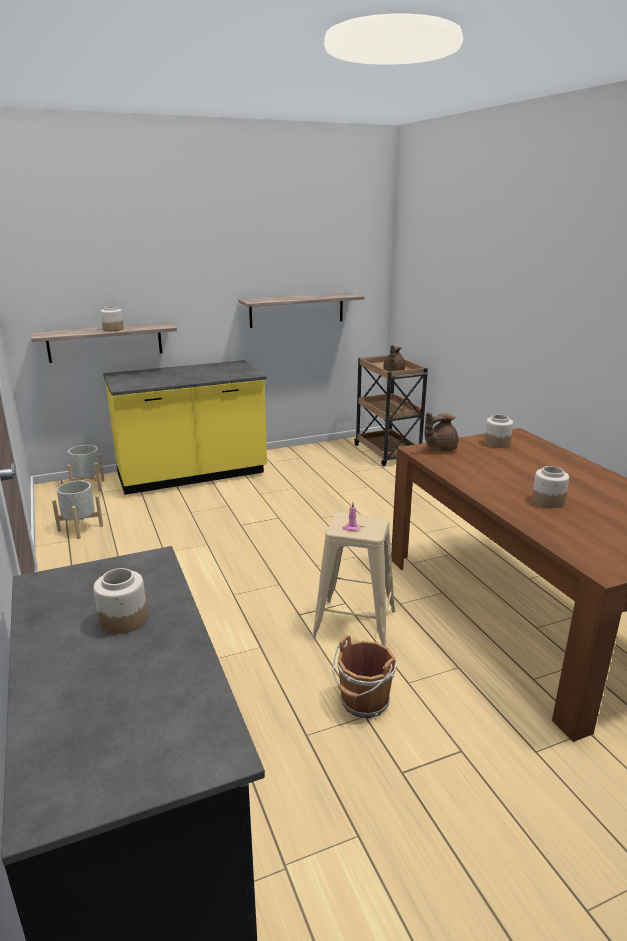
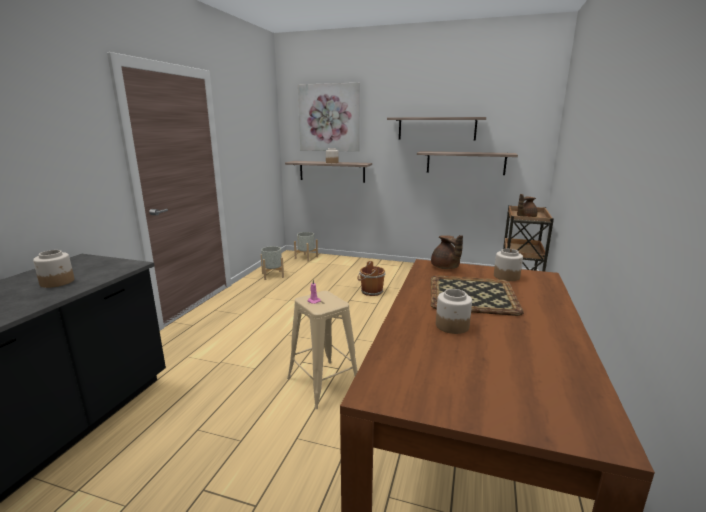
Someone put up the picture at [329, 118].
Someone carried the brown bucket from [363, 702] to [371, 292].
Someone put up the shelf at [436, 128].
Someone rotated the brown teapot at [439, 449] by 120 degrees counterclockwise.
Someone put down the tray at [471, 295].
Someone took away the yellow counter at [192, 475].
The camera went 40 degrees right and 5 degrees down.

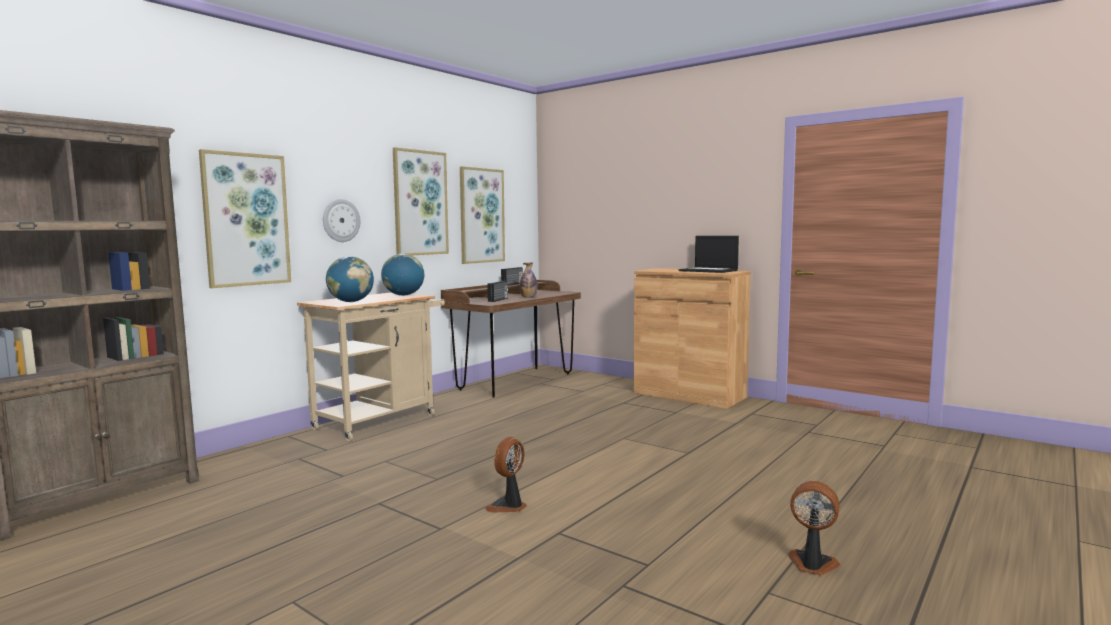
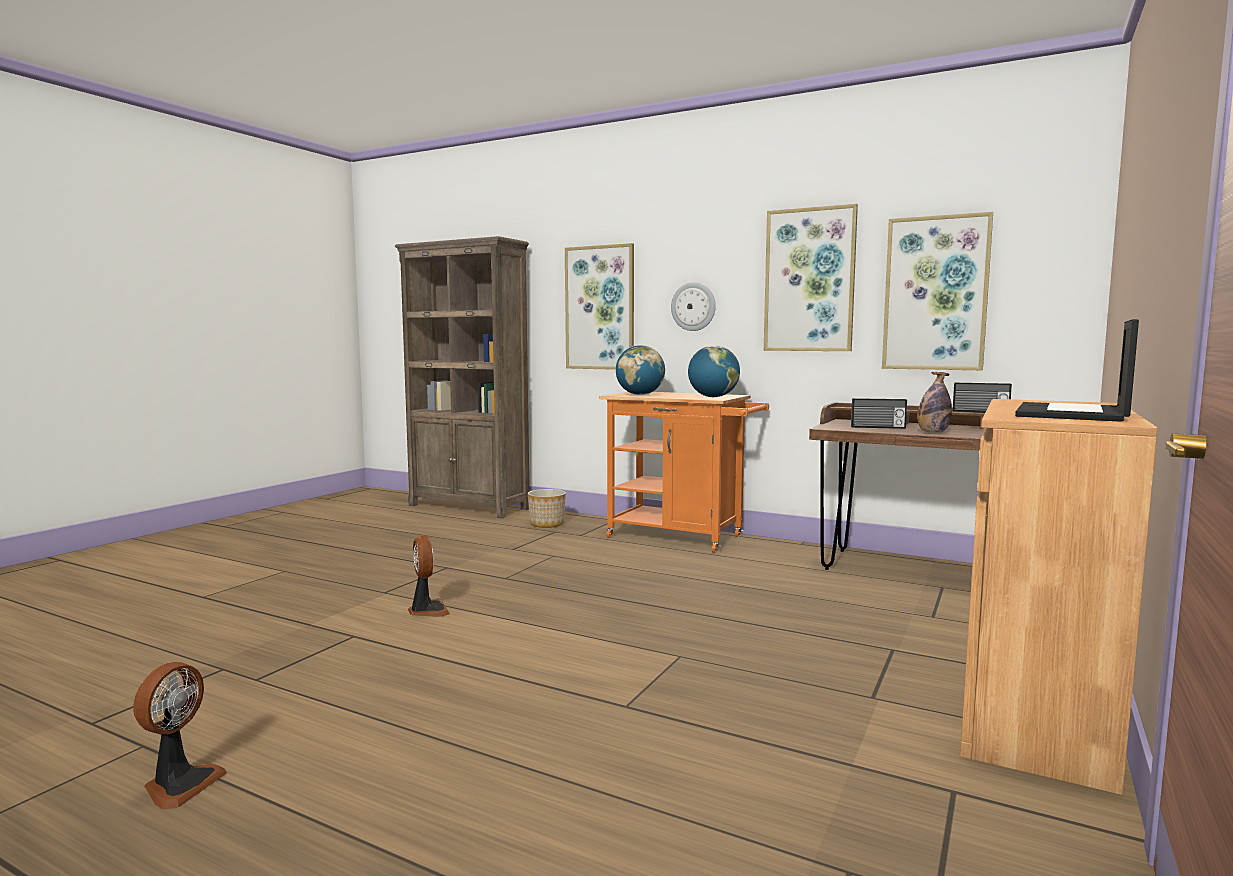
Someone rotated the fan at [508, 506] by 45 degrees clockwise.
Someone put down the planter at [547, 524].
Someone repainted the beige cart at [381, 420], which became the orange cart at [683, 538].
The camera went 80 degrees right and 0 degrees up.

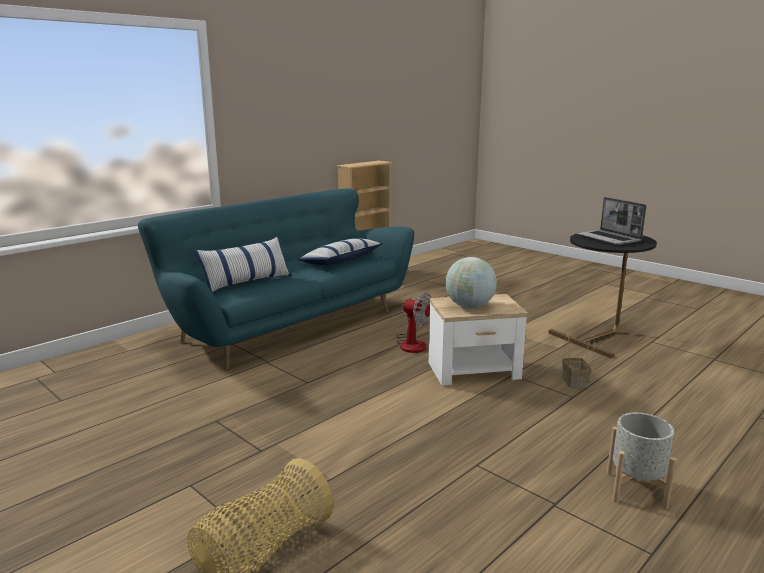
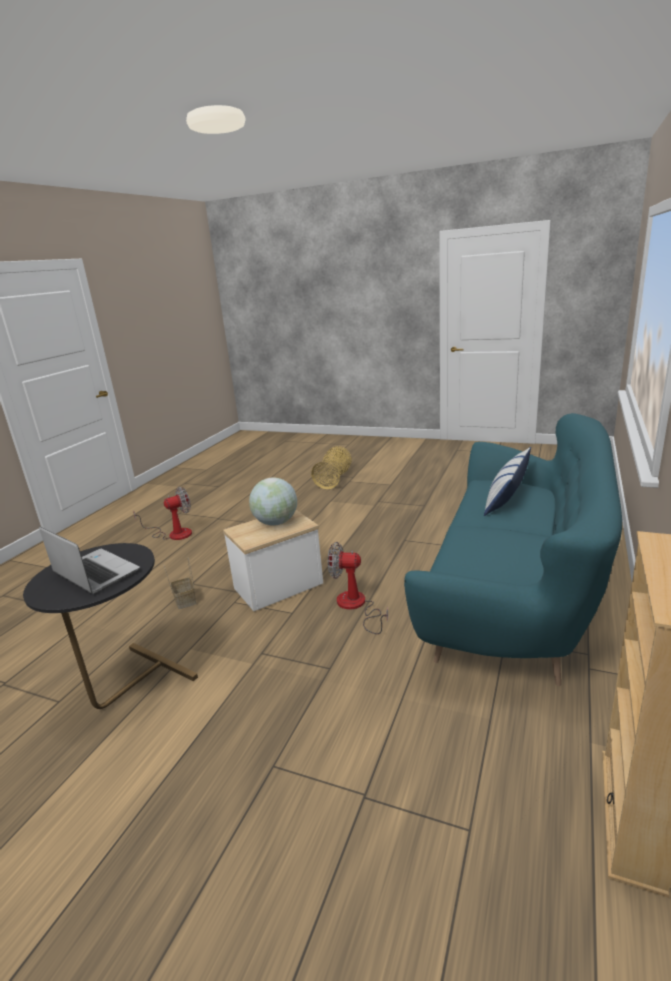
Someone swapped the grey planter at [636, 489] for the fan at [173, 534].
Someone took away the pillow at [341, 261].
The camera went 160 degrees right and 5 degrees up.

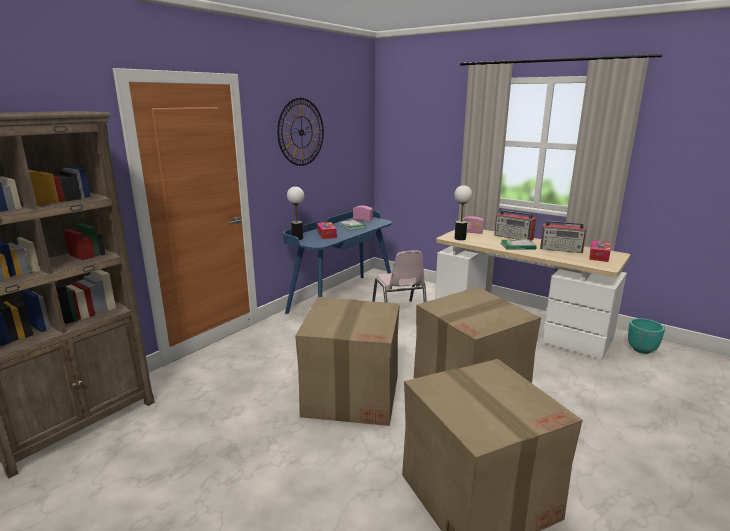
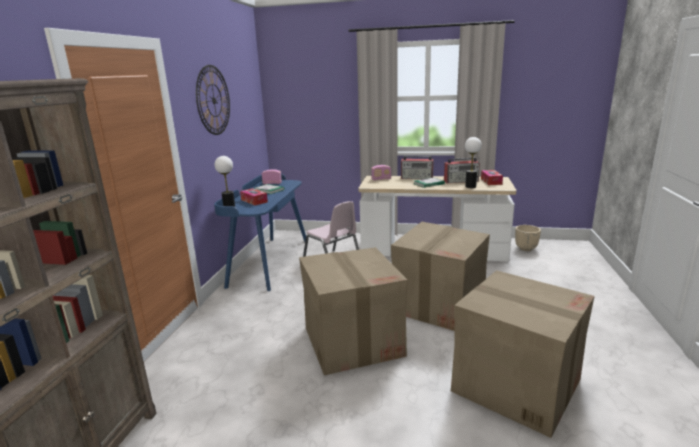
Someone carried the table lamp from [460, 238] to [470, 186].
Someone repainted the turquoise planter at [642, 350], which became the beige planter at [526, 249].
The camera went 25 degrees left and 0 degrees up.

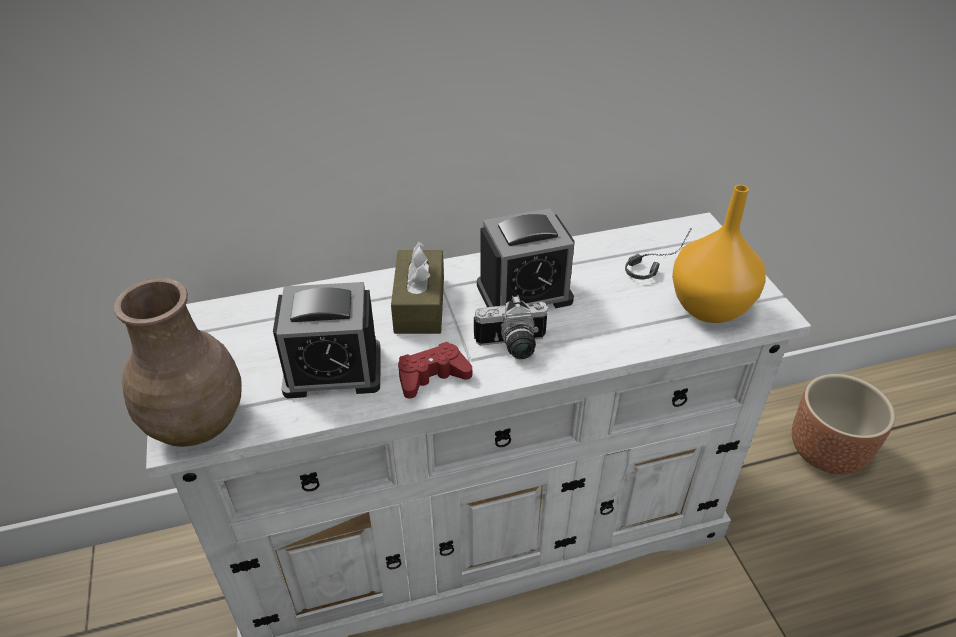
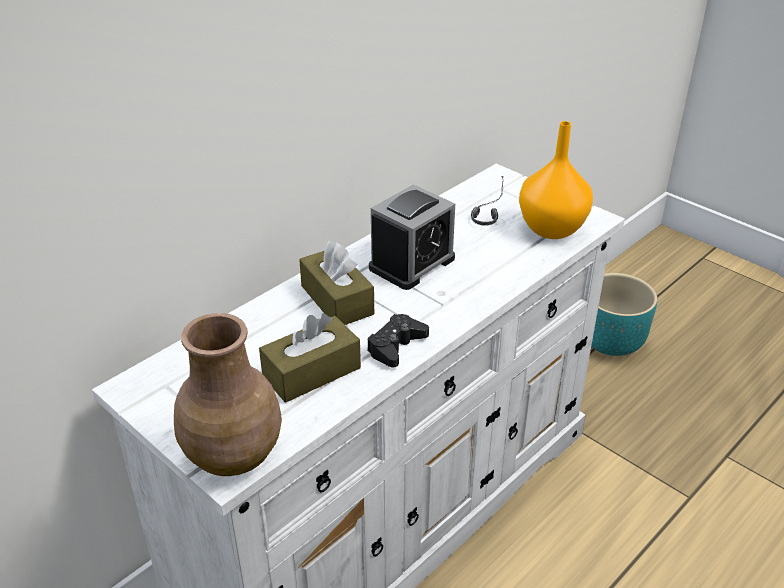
Someone swapped the alarm clock at [333, 370] for the brown tissue box at [311, 372].
Someone repainted the red game controller at [432, 376], which became the black game controller at [396, 346].
Someone repainted the brown planter at [825, 451], which became the turquoise planter at [610, 341].
Someone took away the photo camera at [512, 346].
The camera went 30 degrees left and 5 degrees down.

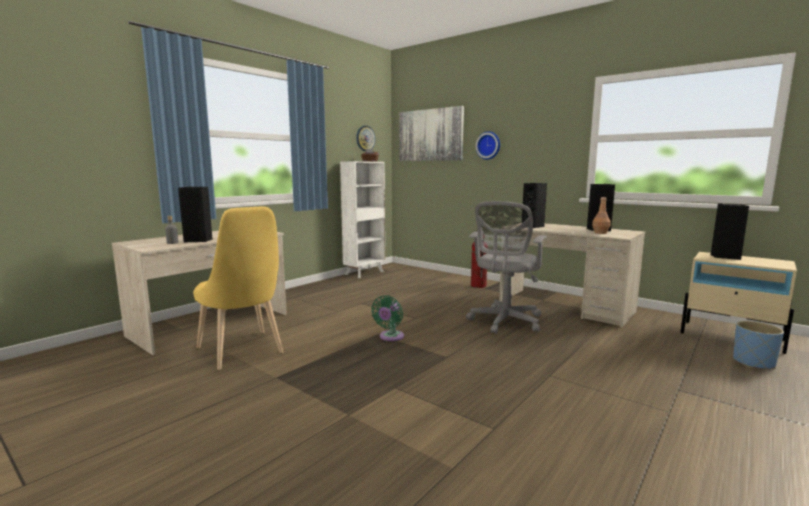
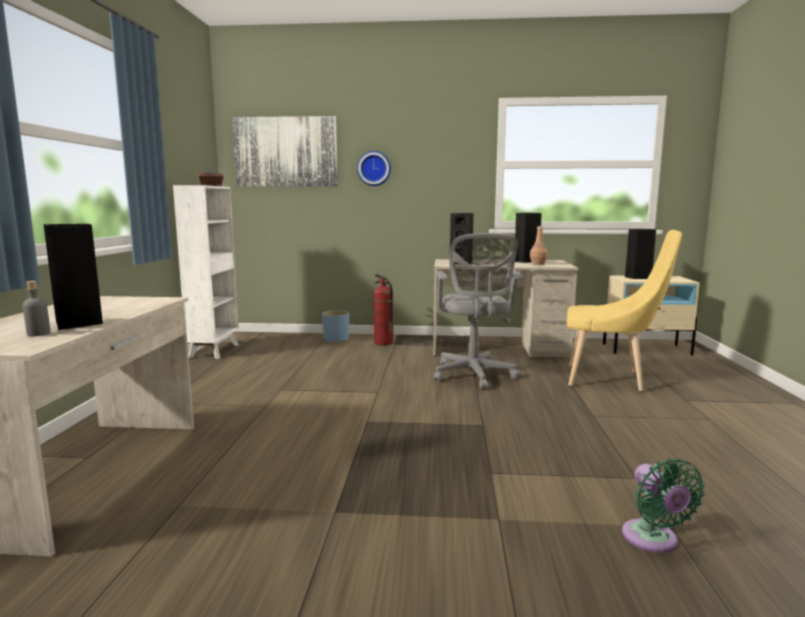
Someone carried the blue planter from [753, 362] to [336, 340].
Someone carried the yellow chair from [243, 352] to [610, 379].
Someone carried the green fan from [390, 337] to [653, 540].
Someone took away the wall clock at [365, 138].
The camera went 35 degrees left and 0 degrees up.

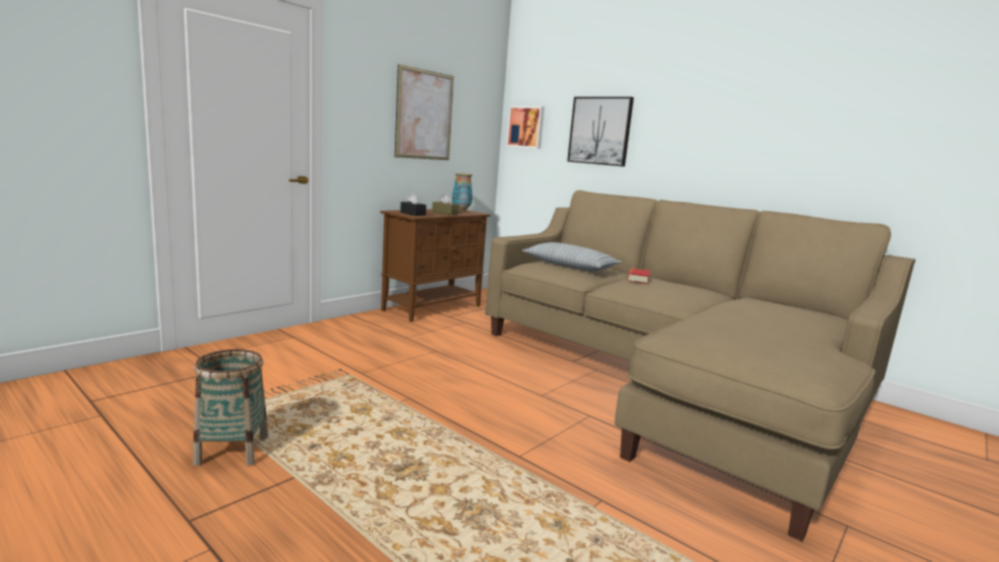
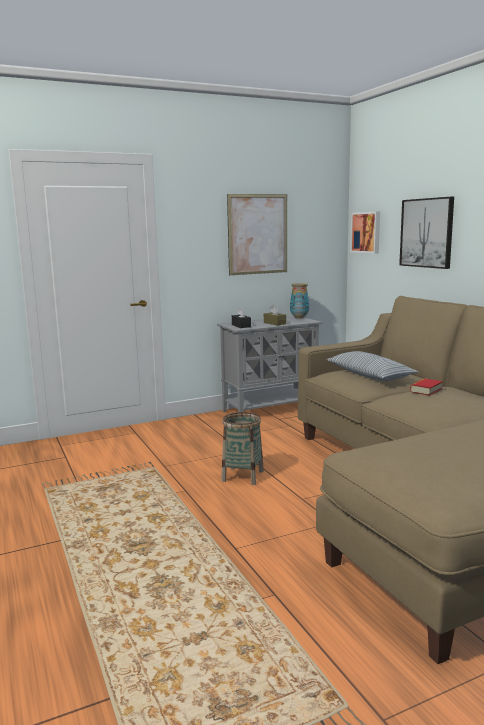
Someone repainted the brown cabinet at [433, 308], which became the grey cabinet at [271, 410].
Someone carried the basket from [232, 450] to [242, 476].
The camera went 25 degrees right and 0 degrees up.

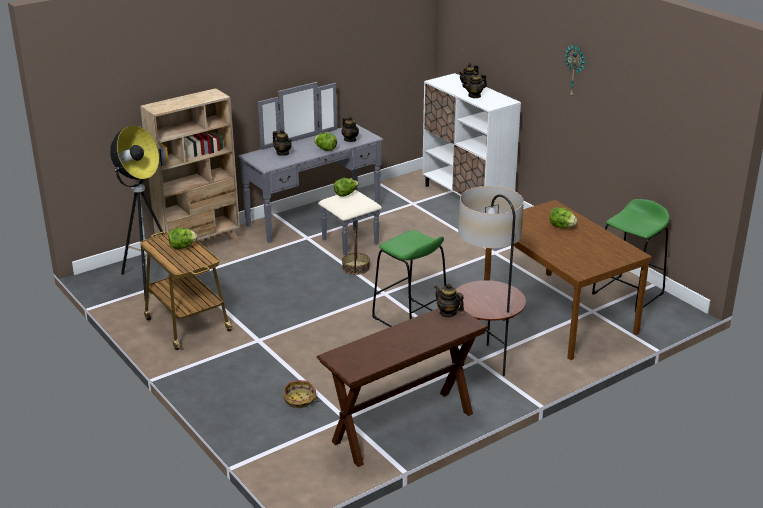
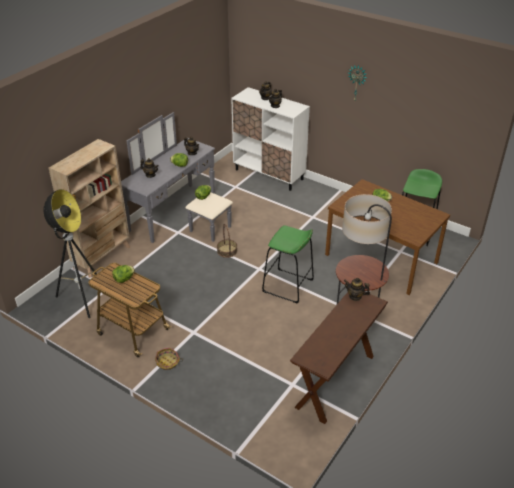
Someone carried the basket from [300, 400] to [168, 362].
The camera went 20 degrees left and 10 degrees up.

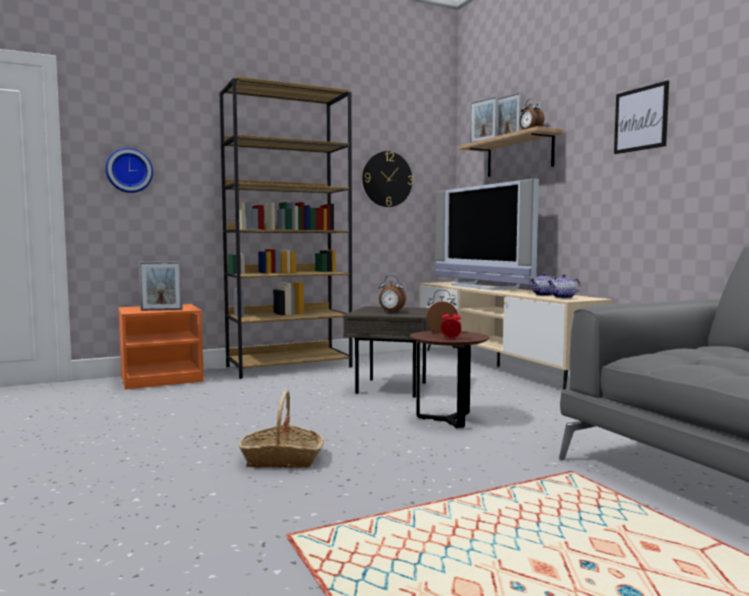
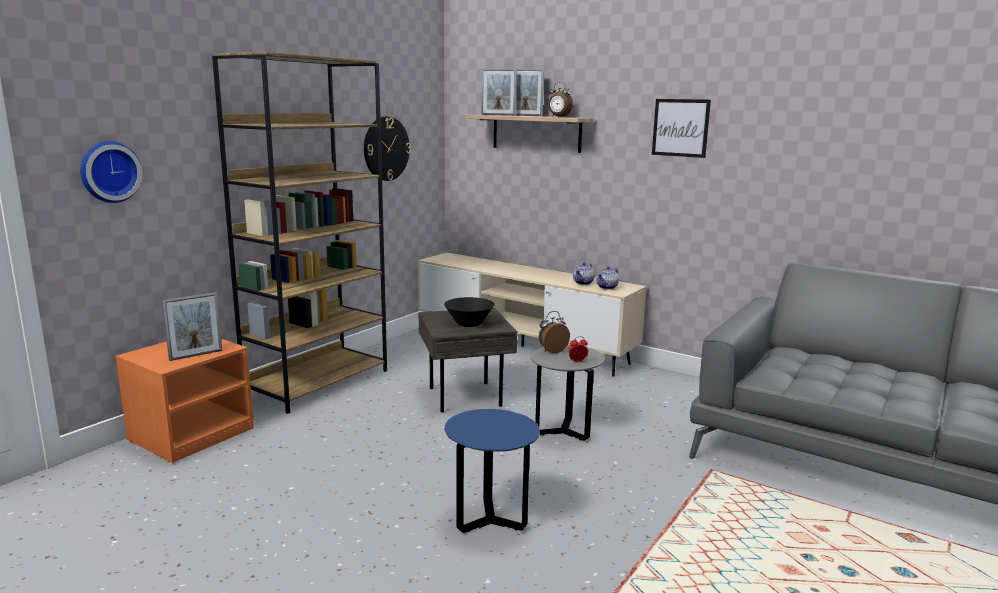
Someone swapped the alarm clock at [391, 312] for the black bowl at [469, 324].
Someone swapped the basket at [282, 459] for the blue side table at [490, 520].
Someone repainted the brown side table at [448, 420], which became the grey side table at [563, 431].
Someone took away the television at [481, 287].
The camera went 30 degrees left and 10 degrees up.

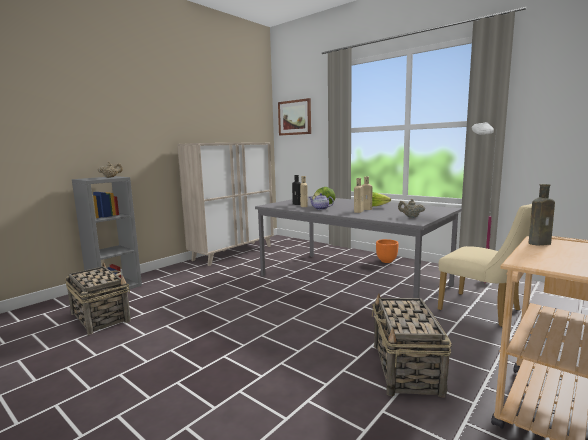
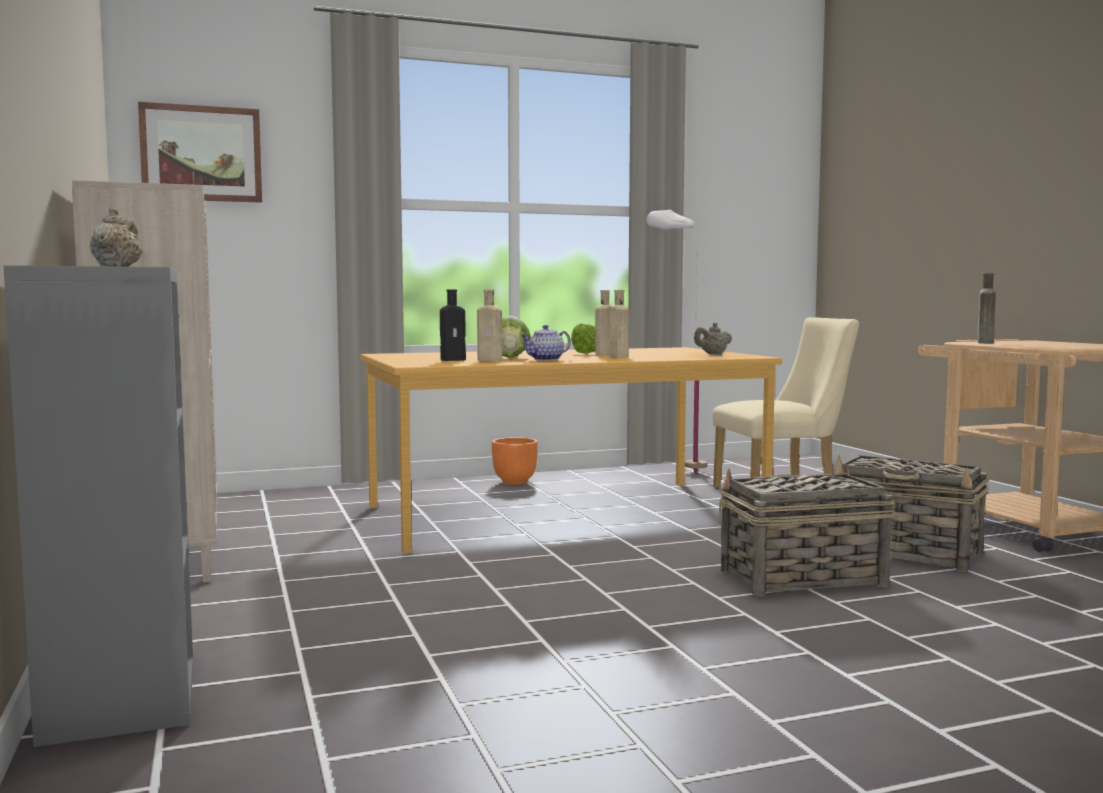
Someone repainted the grey dining table at [350, 280], which became the orange dining table at [564, 513].
Someone carried the basket from [100, 317] to [800, 578].
The camera went 60 degrees left and 5 degrees down.

